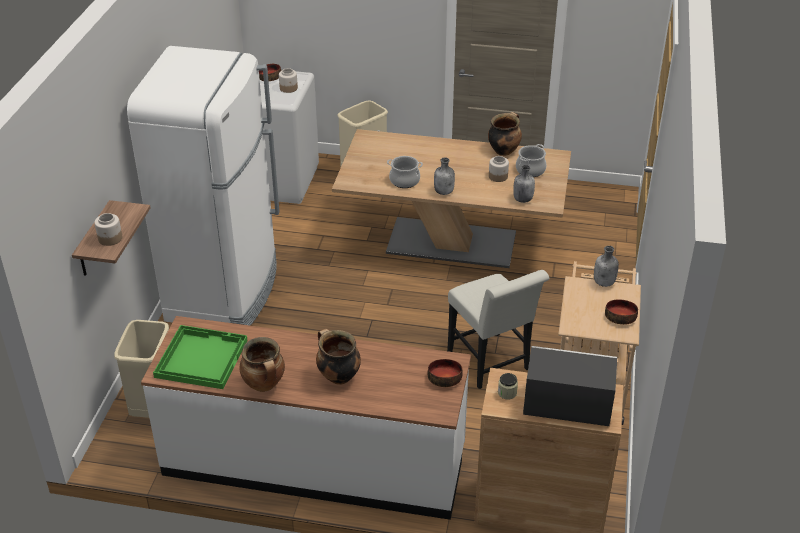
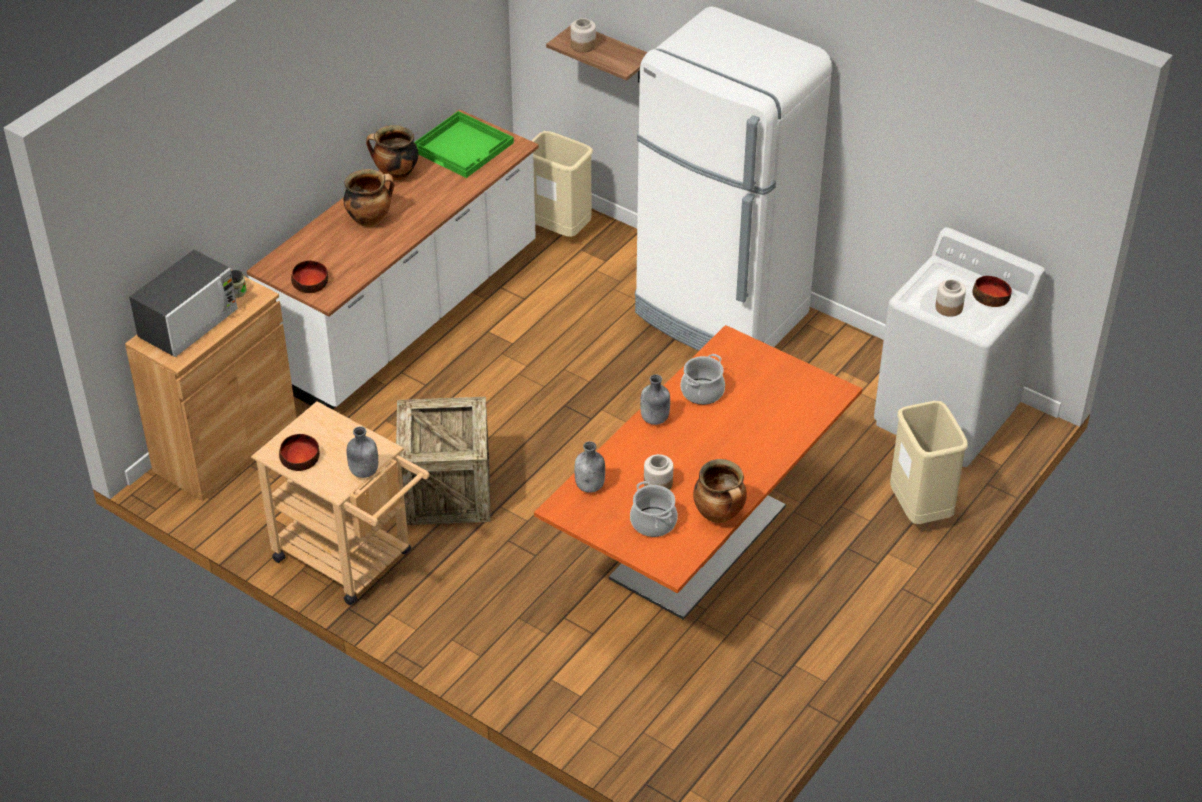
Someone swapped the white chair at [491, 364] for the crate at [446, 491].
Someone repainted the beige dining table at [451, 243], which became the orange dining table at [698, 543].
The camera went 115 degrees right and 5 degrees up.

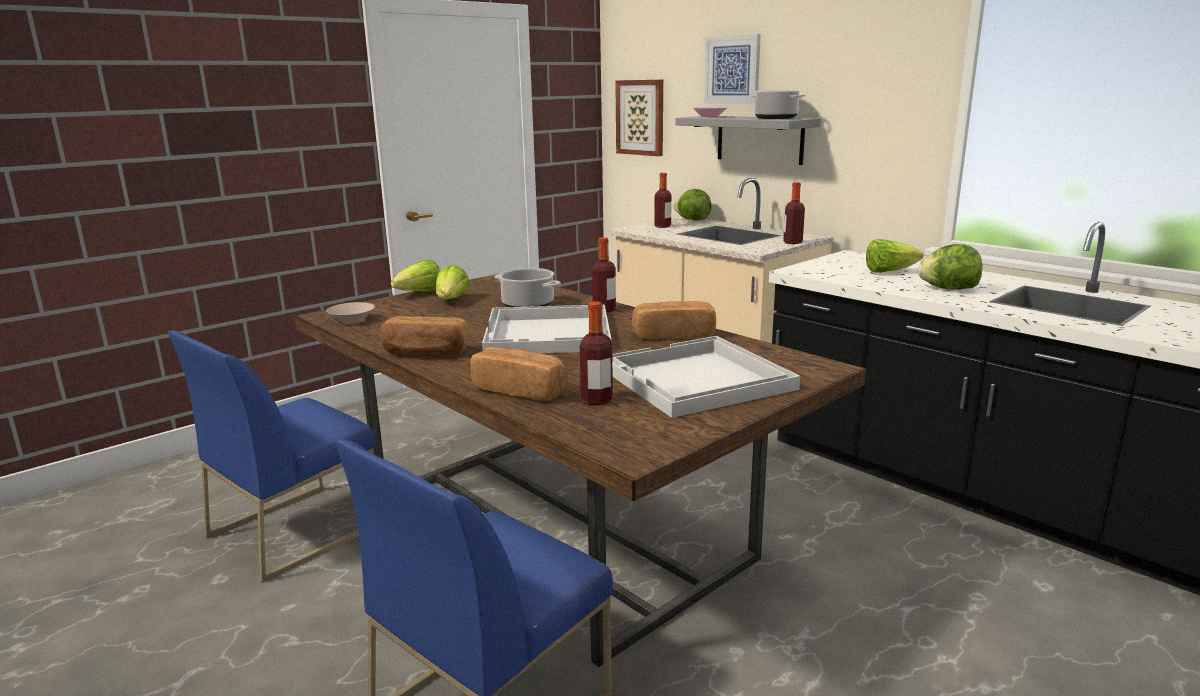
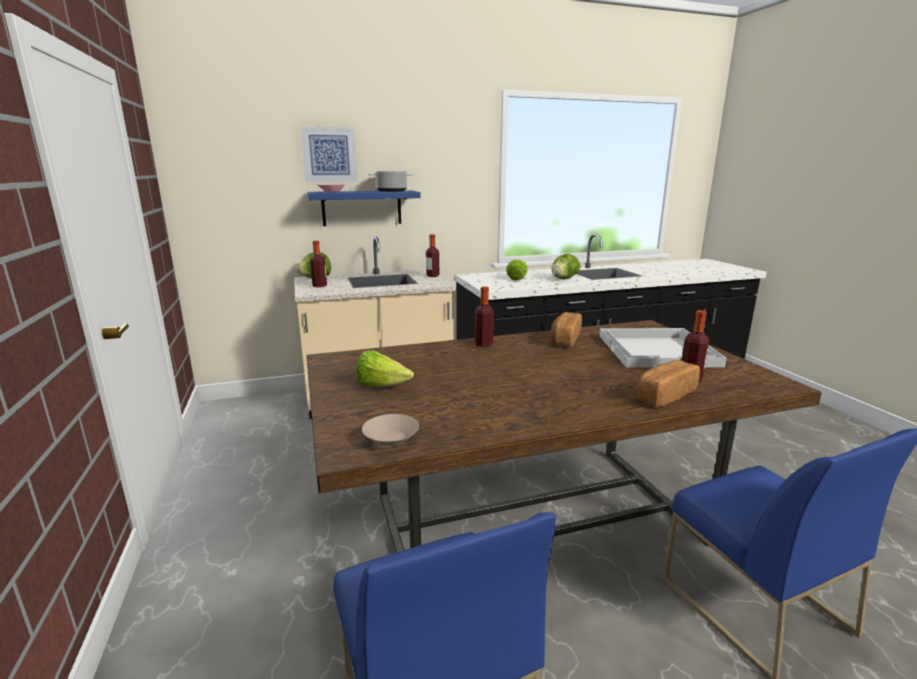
Someone repainted the grey shelf at [759, 139], which became the blue shelf at [362, 208].
Someone took away the bread at [425, 353].
Someone took away the lettuce at [419, 293].
Someone took away the white tray at [549, 334].
Someone took away the cooking pot at [528, 305].
Someone took away the picture at [641, 117].
The camera went 65 degrees left and 0 degrees up.

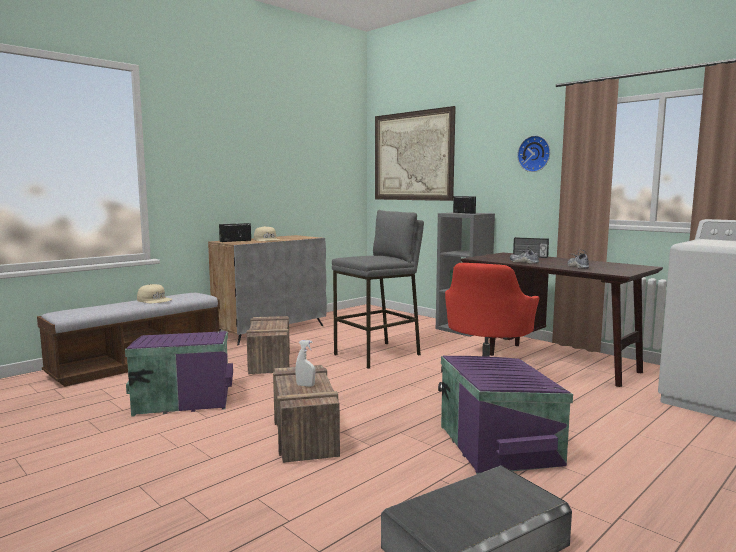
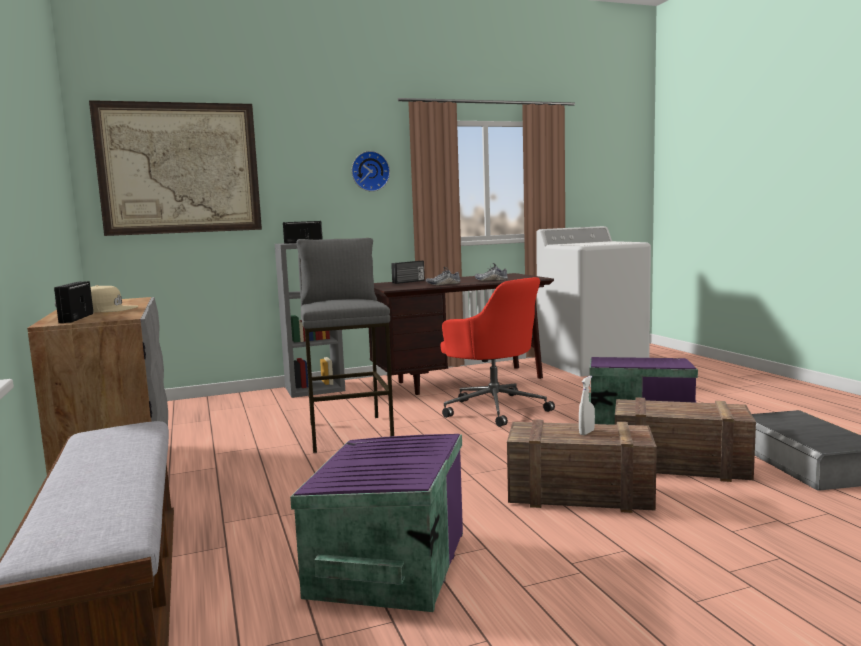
Someone carried the crate from [269, 361] to [677, 466].
Someone took away the beige cap at [154, 300].
The camera went 65 degrees left and 0 degrees up.

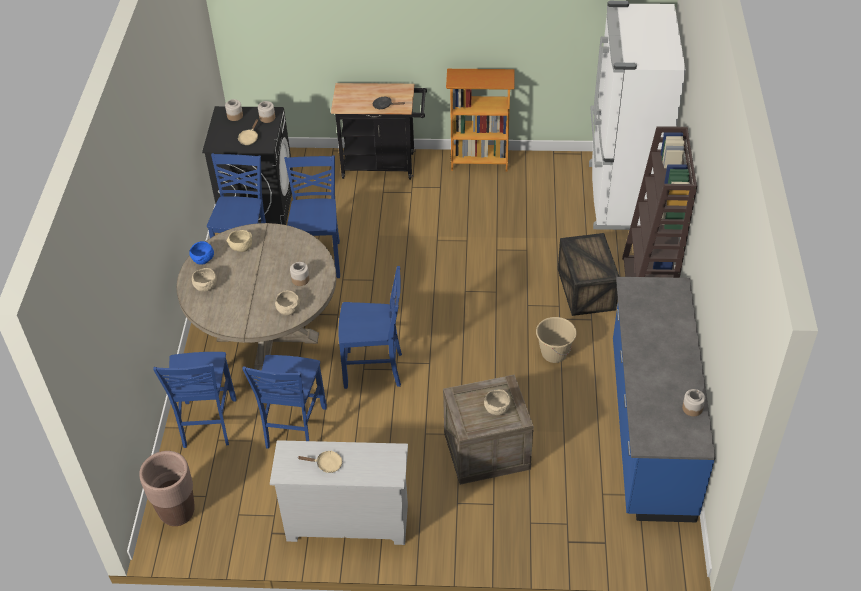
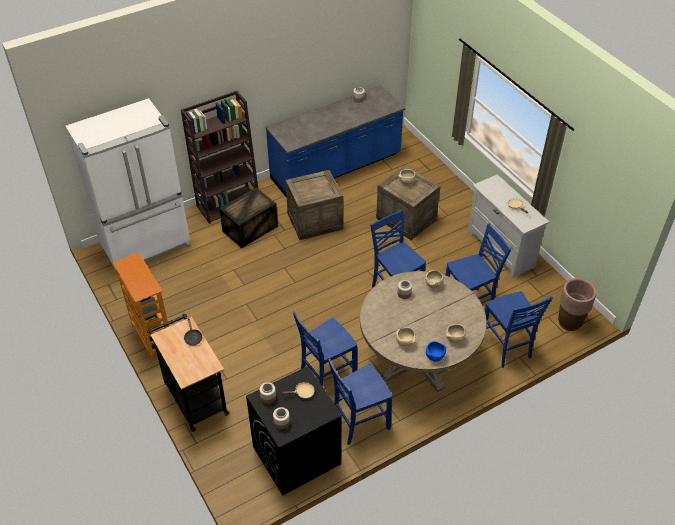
Someone swapped the beige bucket at [554, 353] for the crate at [314, 221].
Someone rotated the blue chair at [208, 424] by 105 degrees clockwise.
The camera went 125 degrees left and 0 degrees up.

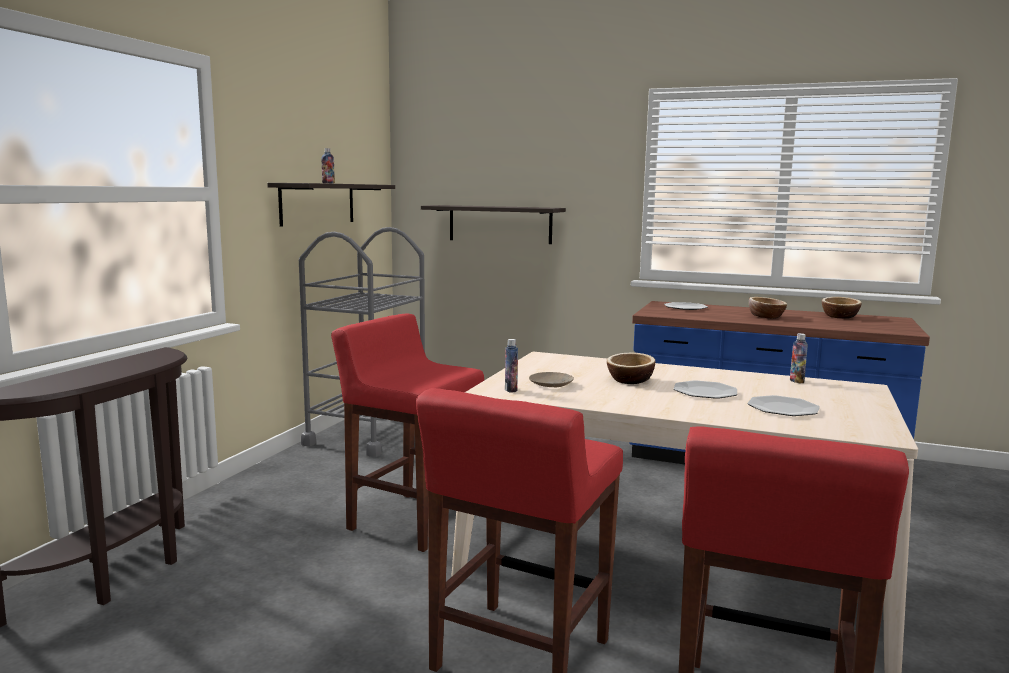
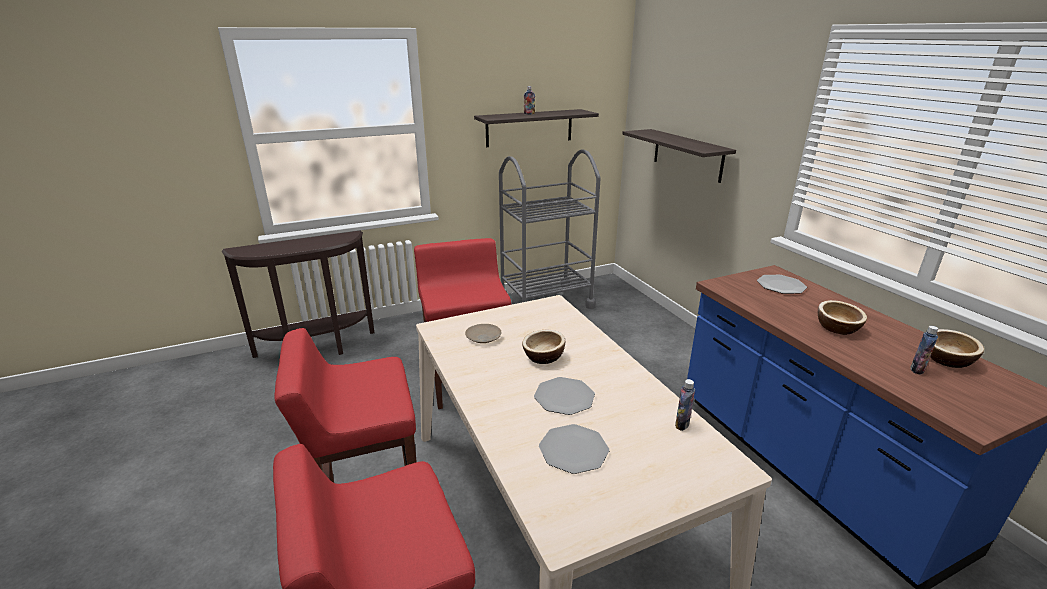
Someone carried the bottle from [511, 390] to [917, 369].
The camera went 45 degrees right and 15 degrees up.

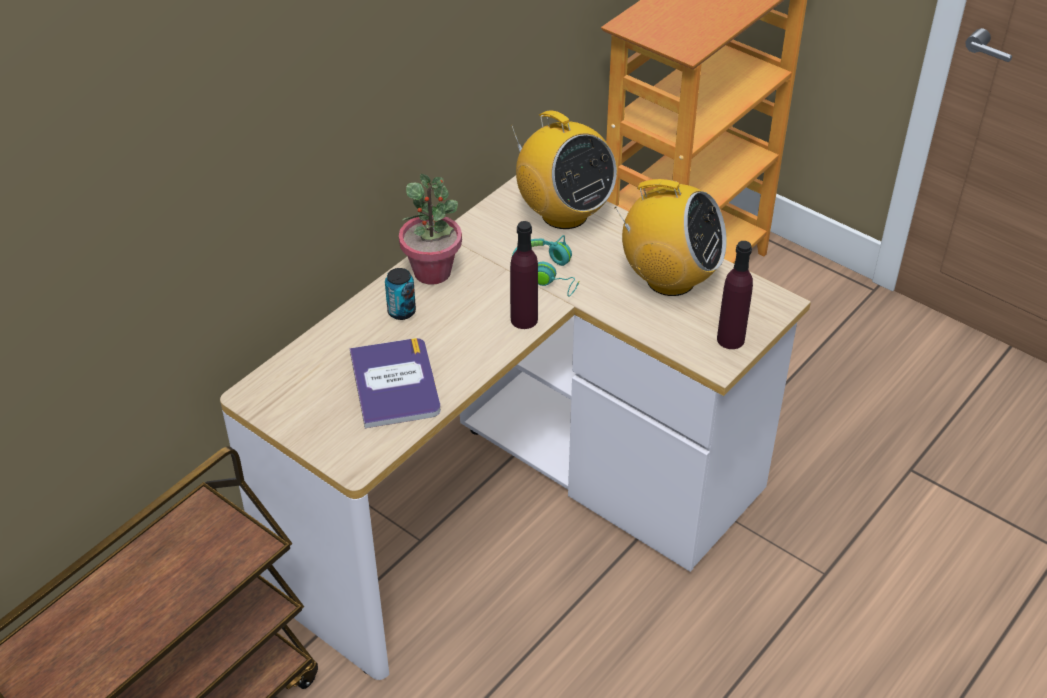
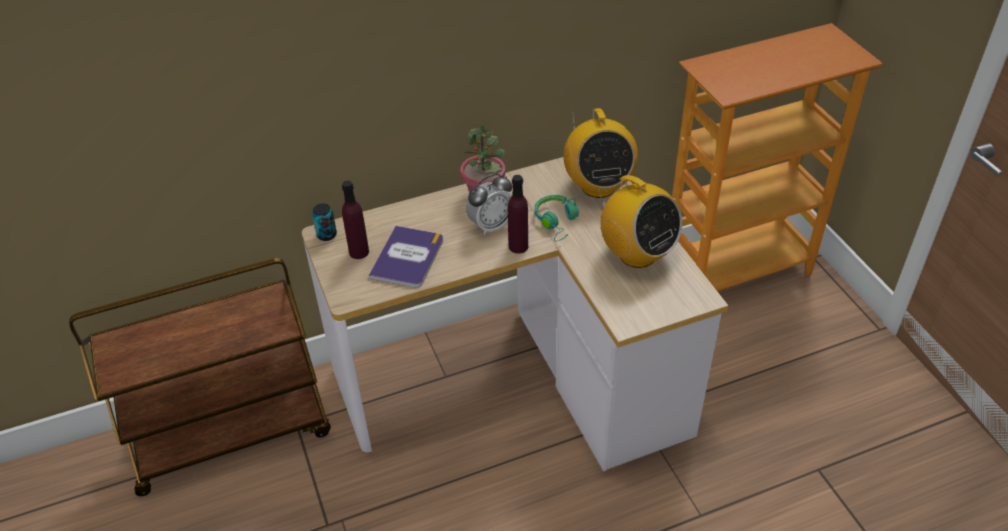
Someone carried the can from [401, 311] to [326, 235].
Someone carried the purple bottle from [730, 339] to [359, 252].
Someone put down the alarm clock at [491, 225].
The camera went 30 degrees right and 0 degrees up.

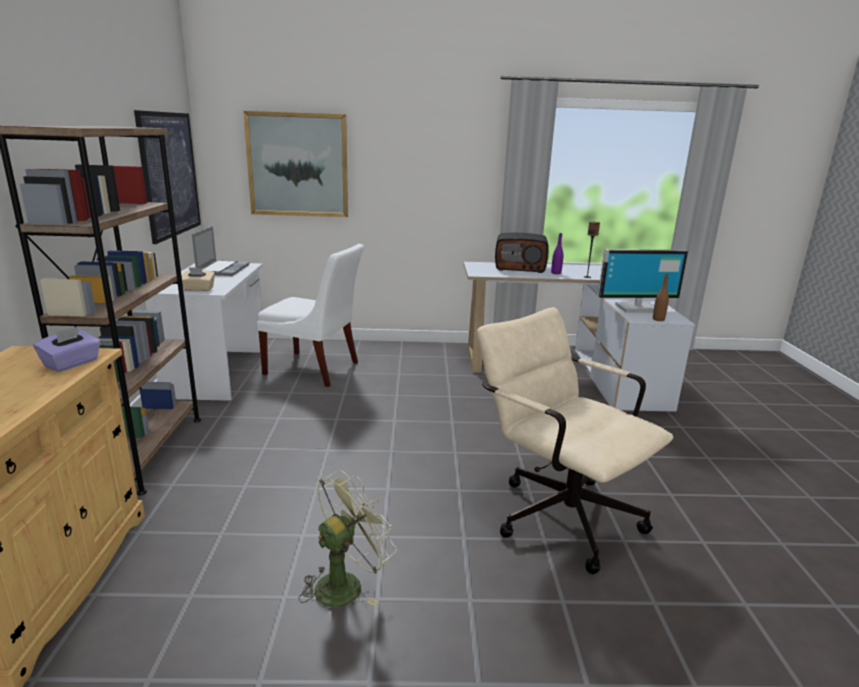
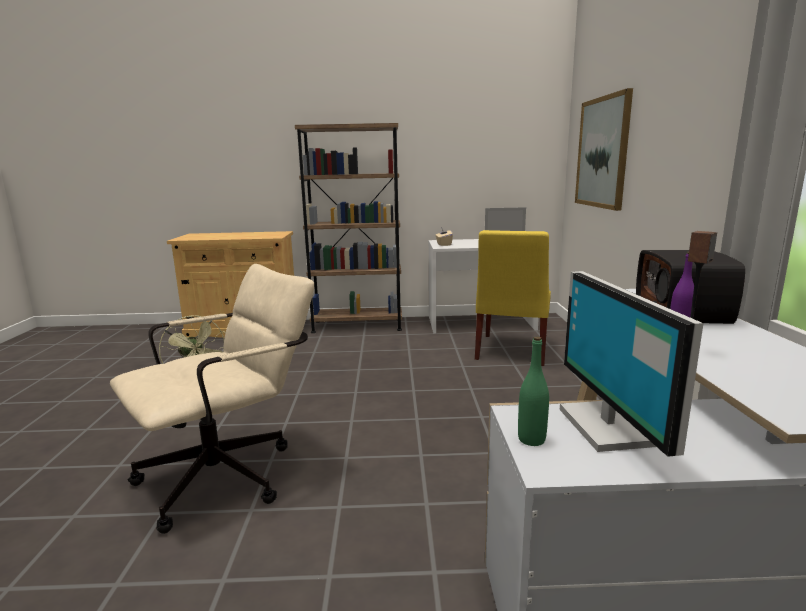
Someone repainted the white chair at [315, 369], which became the yellow chair at [511, 351].
Someone repainted the brown bottle at [658, 319], which became the green bottle at [531, 439].
Someone took away the purple tissue box at [72, 363].
Someone took away the picture at [170, 174].
The camera went 90 degrees right and 5 degrees down.

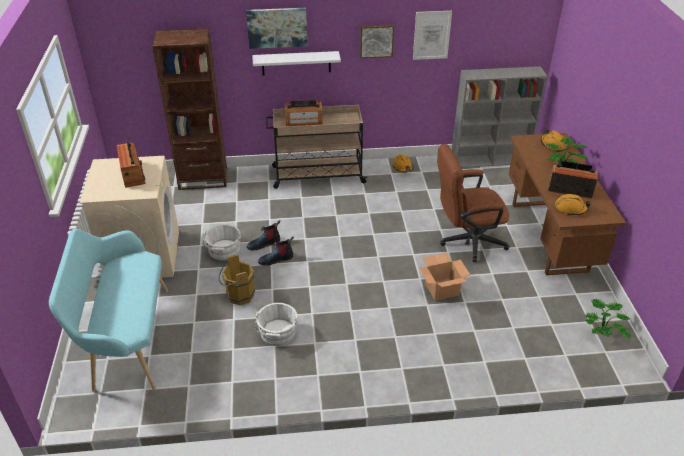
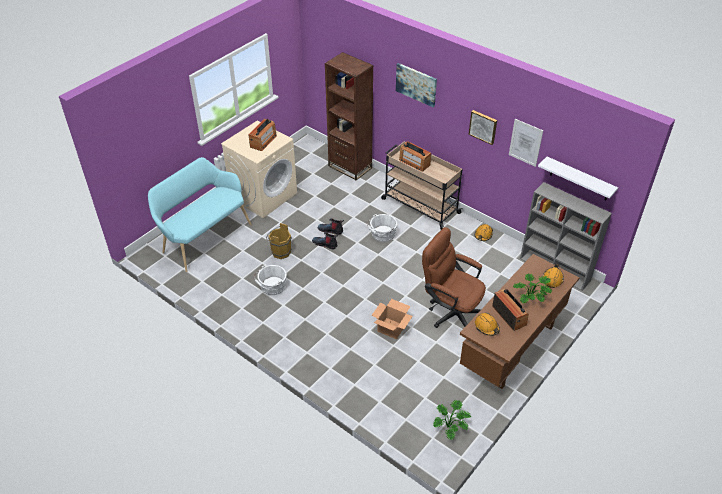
Someone carried the white bucket from [224, 251] to [382, 234].
Someone carried the white shelf from [296, 63] to [579, 179].
The camera went 45 degrees right and 5 degrees up.

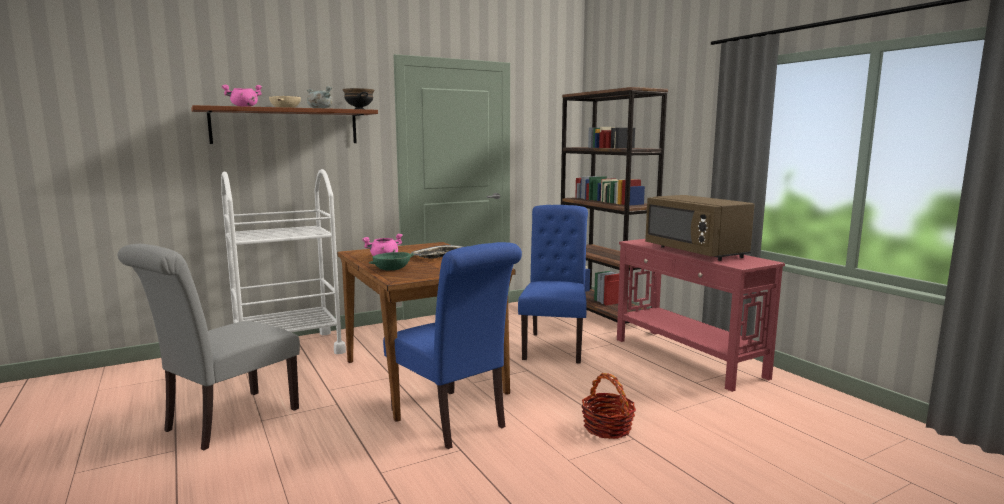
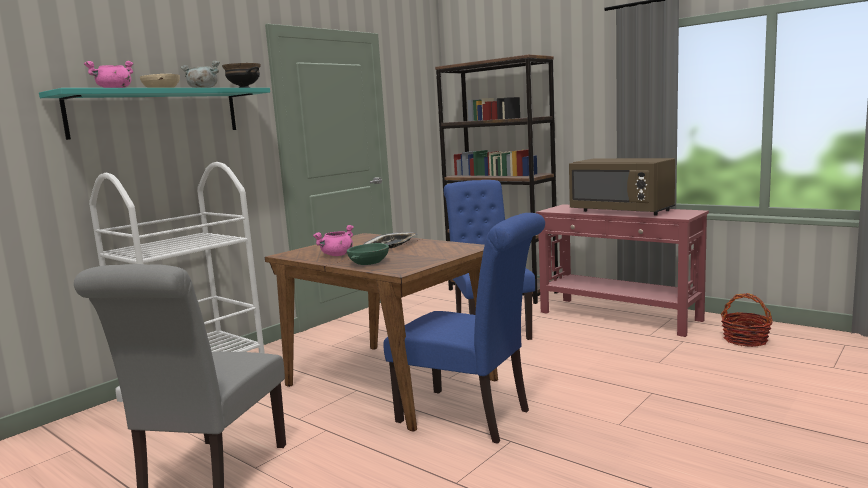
Someone repainted the brown shelf at [286, 126], which became the turquoise shelf at [156, 113].
Someone carried the basket from [607, 428] to [745, 340].
The camera went 20 degrees left and 0 degrees up.

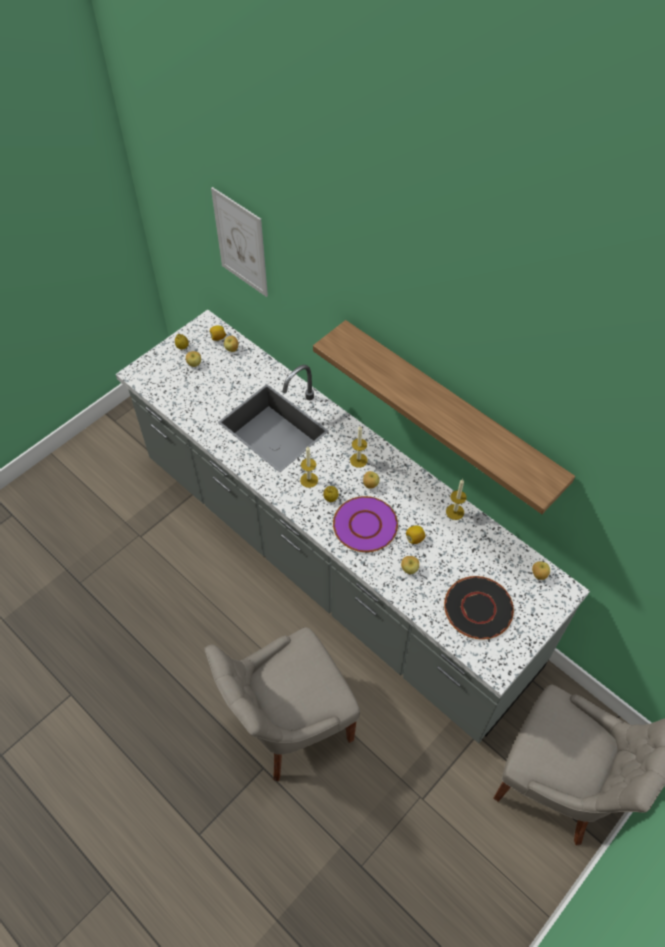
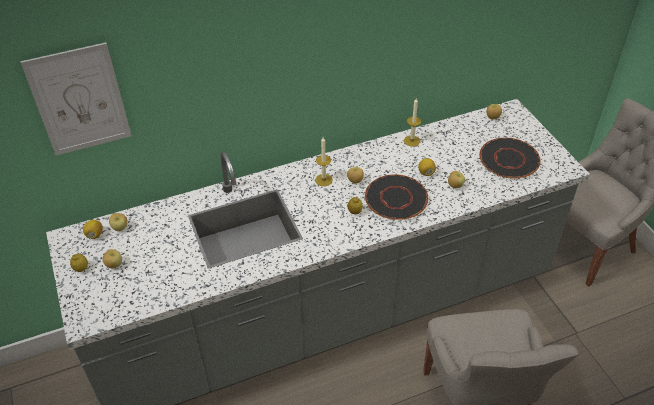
Someone repainted the purple plate at [365, 524], which became the black plate at [396, 198].
Someone took away the candle at [309, 480].
Someone took away the shelf at [449, 410].
The camera went 65 degrees left and 10 degrees down.

